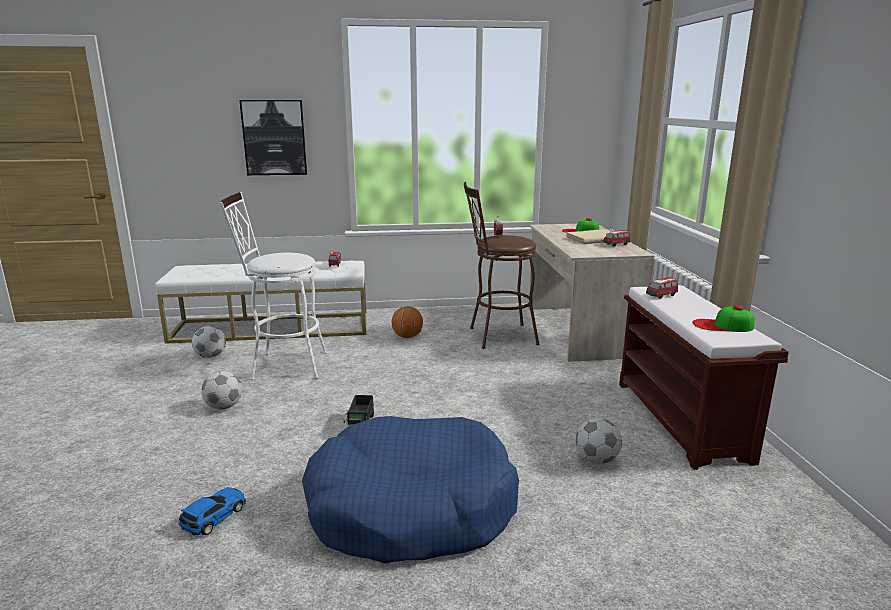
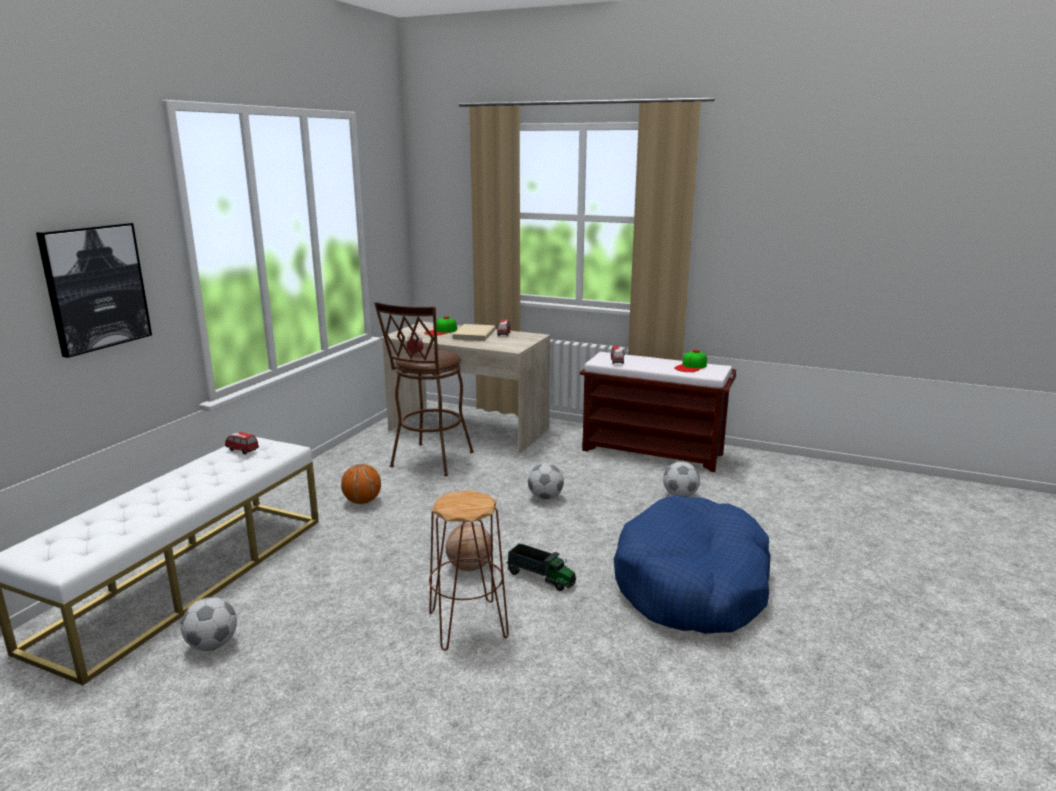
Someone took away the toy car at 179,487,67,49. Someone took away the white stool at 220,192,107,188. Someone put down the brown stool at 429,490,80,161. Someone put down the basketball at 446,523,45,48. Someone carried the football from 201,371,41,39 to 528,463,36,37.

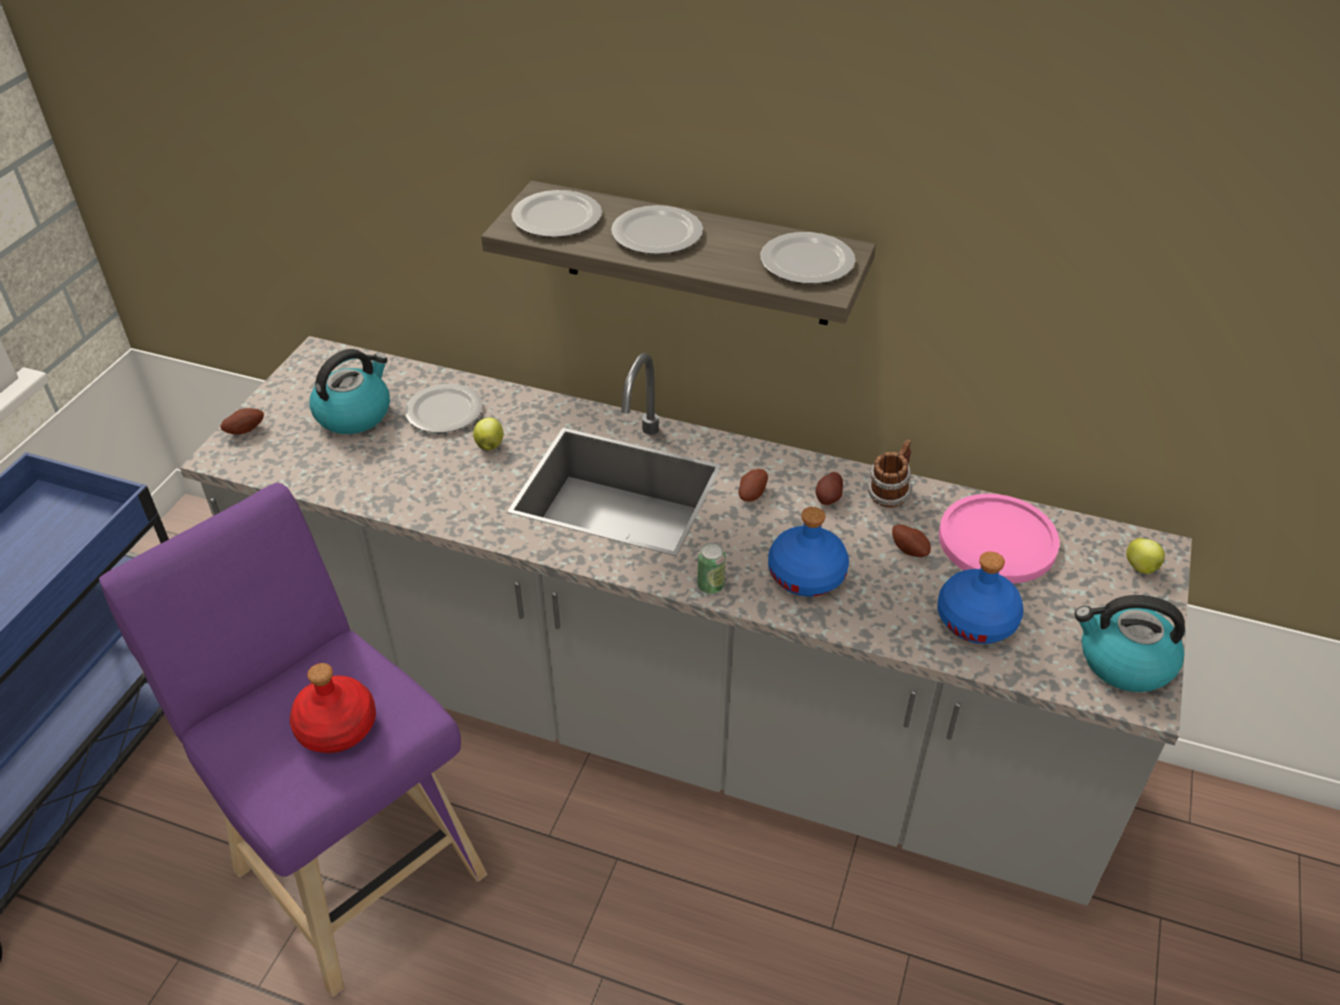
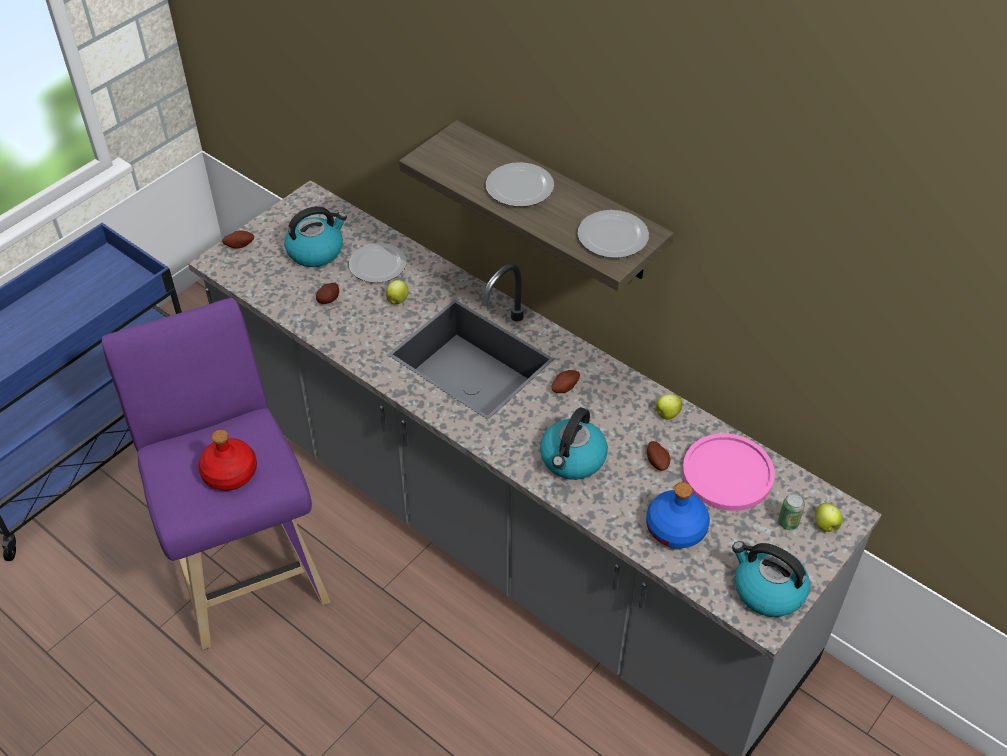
Someone took away the plate at 511,190,91,47. Someone carried the can from 697,543,29,51 to 778,493,27,37. Someone carried the potato from 816,472,27,33 to 316,282,23,22. Someone swapped the blue bottle at 768,507,81,90 for the kettle at 540,407,68,73. Someone swapped the mug at 867,439,45,68 for the apple at 655,394,27,26.

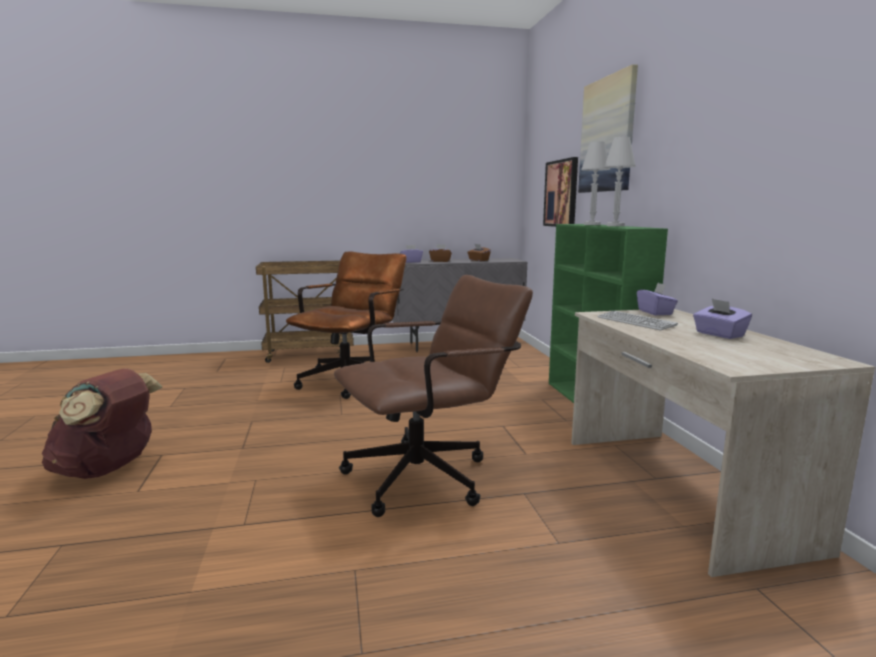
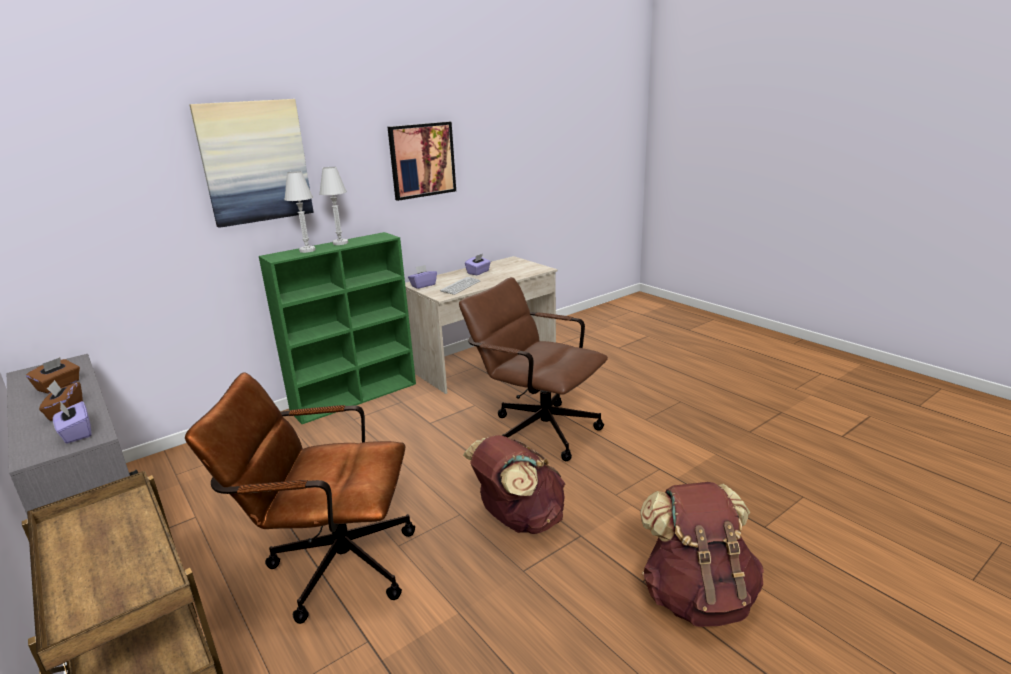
Someone put down the brown backpack at 463,435,102,99. Someone carried the picture from 543,157,35,70 to 388,122,68,79.

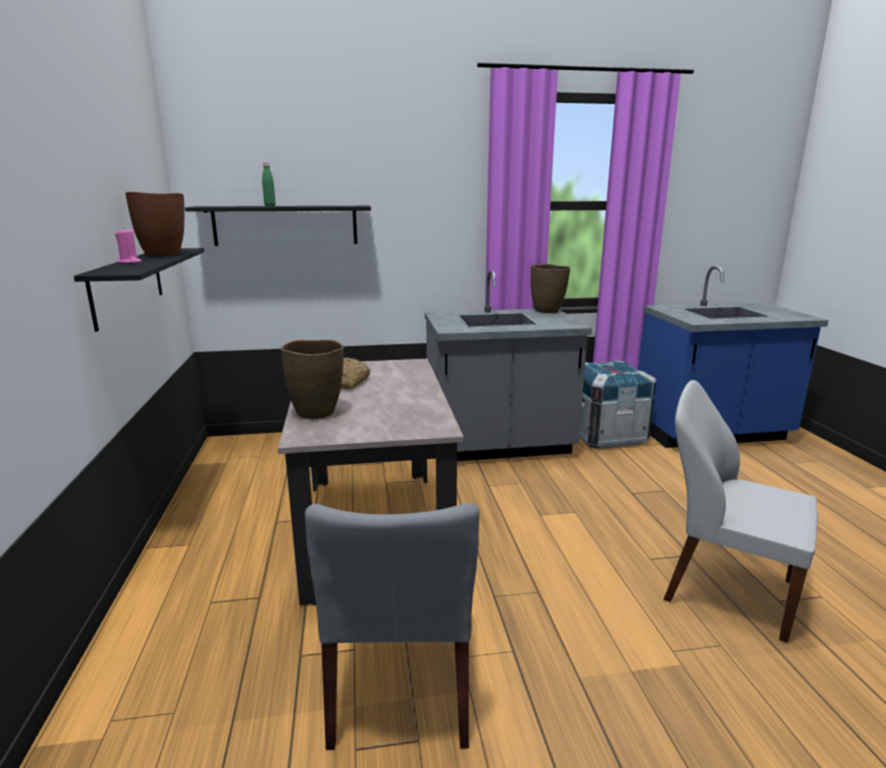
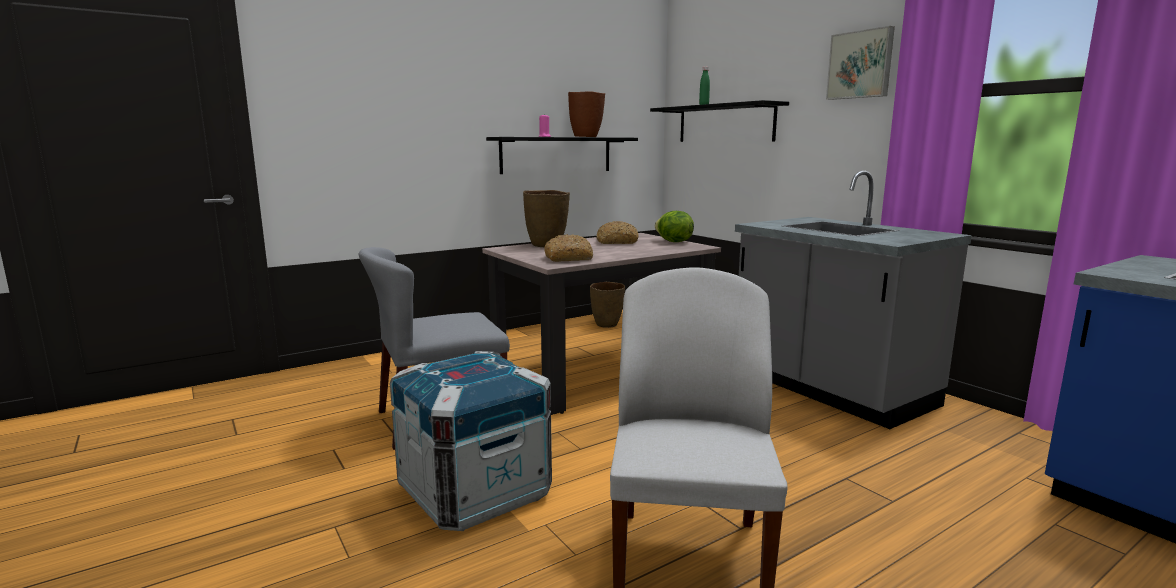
Someone put down the bread at 544,234,49,28. Someone put down the lettuce at 655,211,39,31. Someone put up the picture at 826,26,69,74. Someone carried the brown vase from 531,264,39,49 to 590,282,35,46. Someone carried the crate from 579,360,78,89 to 390,351,162,180.

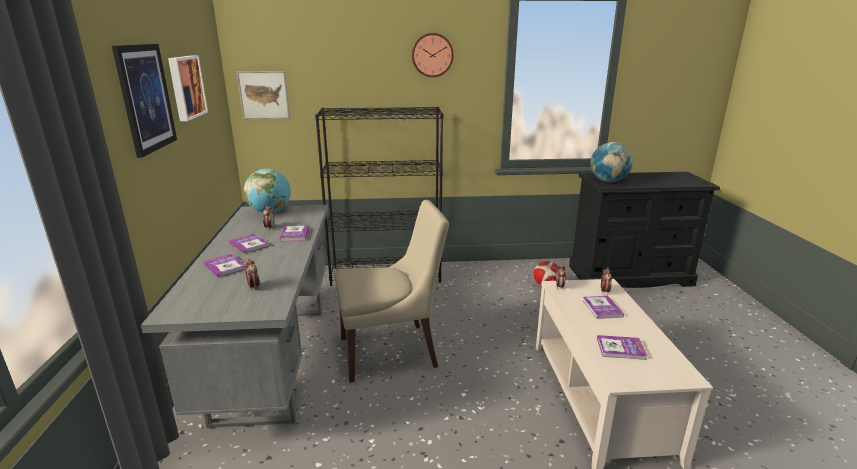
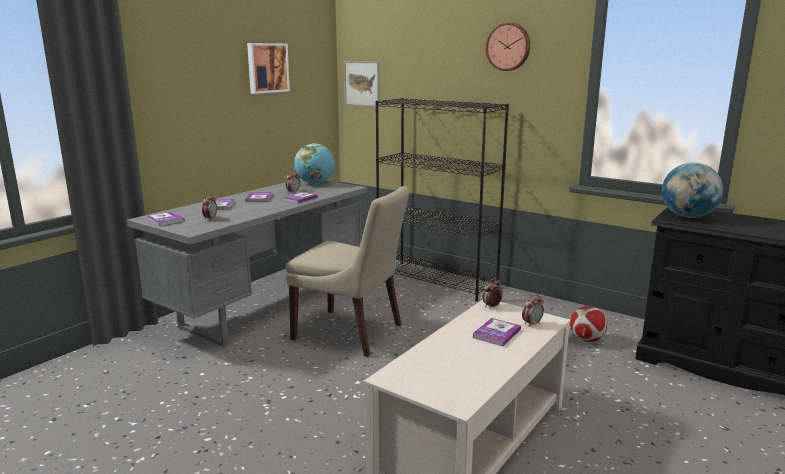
Someone took away the picture at 112,44,65,114. Someone carried the book from 597,335,51,25 to 145,212,40,14.

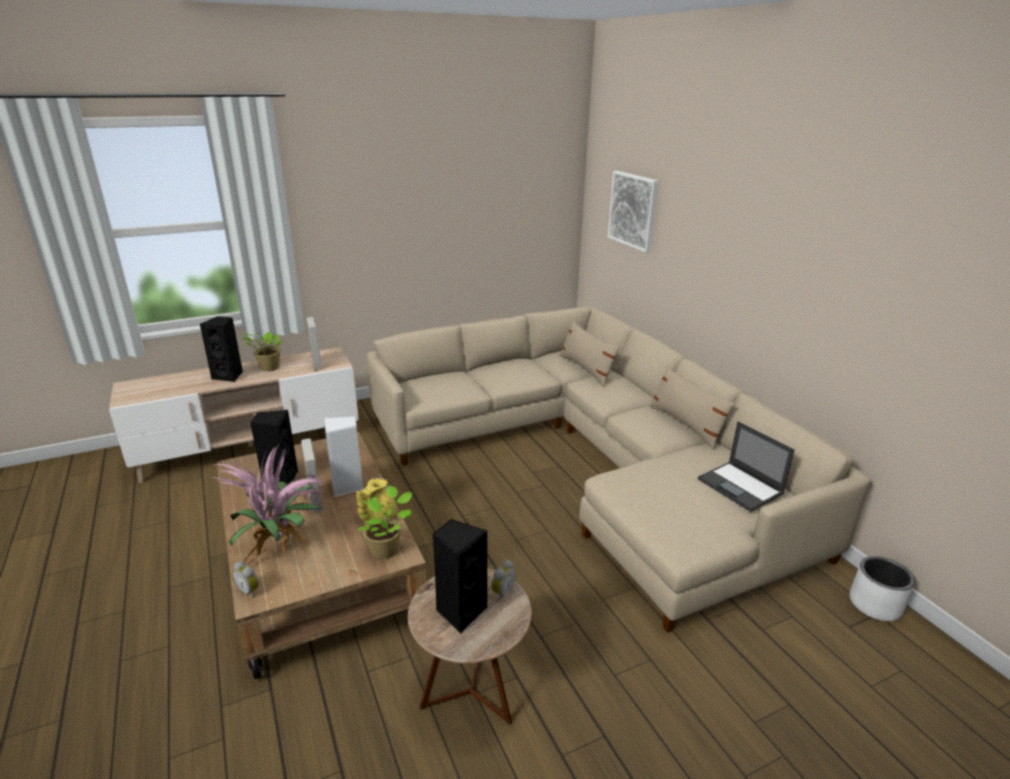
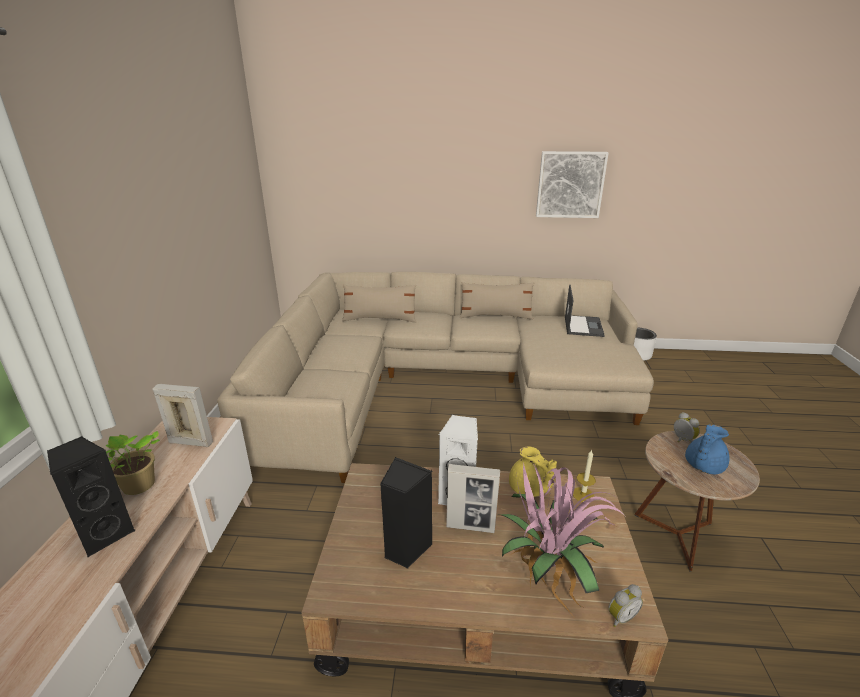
Someone carried the picture from 608,171,50,82 to 536,151,73,67. Someone swapped the potted plant at 358,486,55,73 for the candle at 573,450,23,52. Someone swapped the black speaker at 432,519,55,114 for the blue teapot at 685,424,45,50. Someone rotated the laptop at 698,421,96,91 by 75 degrees counterclockwise.

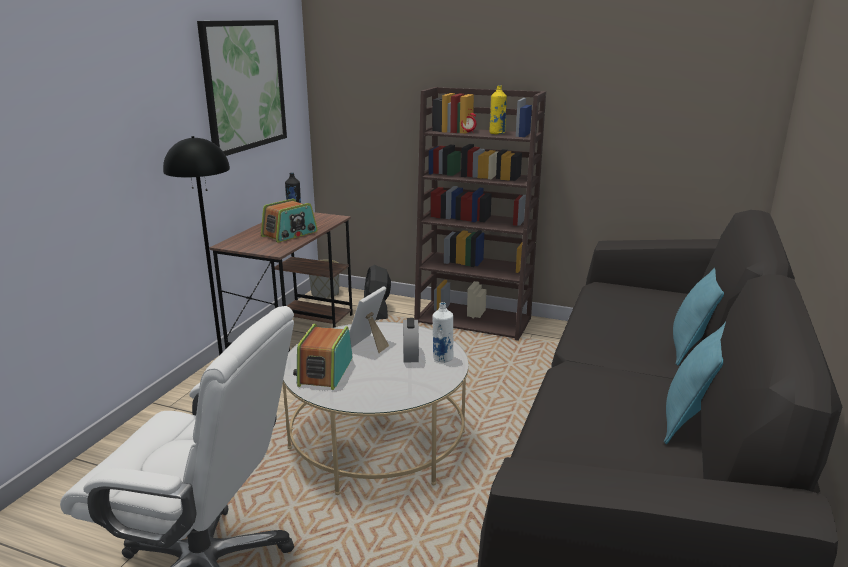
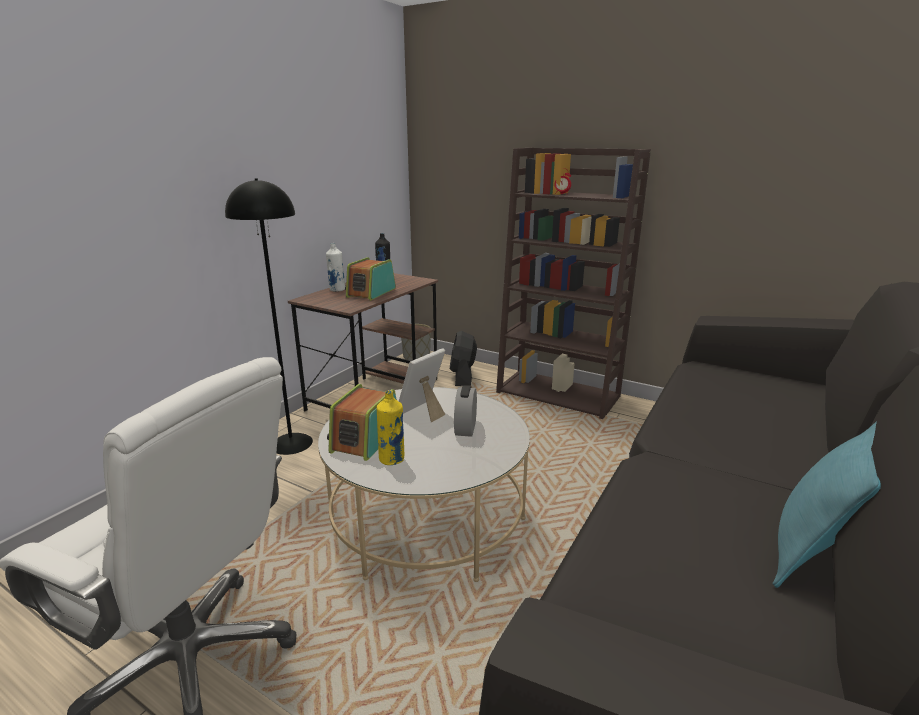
Someone took away the picture at 197,20,90,136. Someone took away the turquoise pillow at 673,268,51,97. Someone carried the white bottle from 432,302,21,61 to 326,243,19,49. Someone carried the yellow bottle from 489,85,18,49 to 377,390,27,75. Someone rotated the radio at 261,199,56,44 by 150 degrees clockwise.

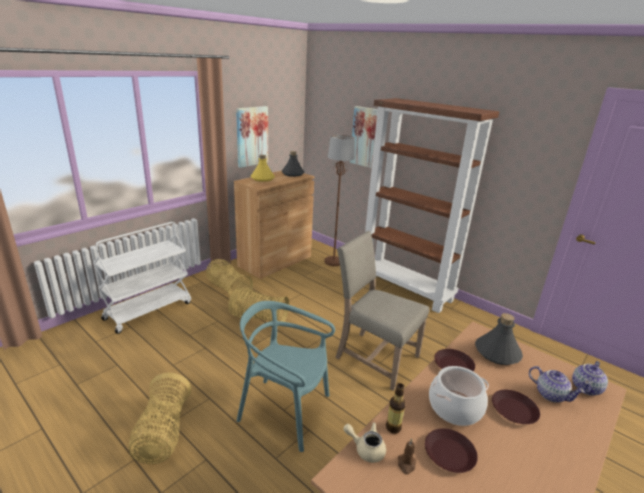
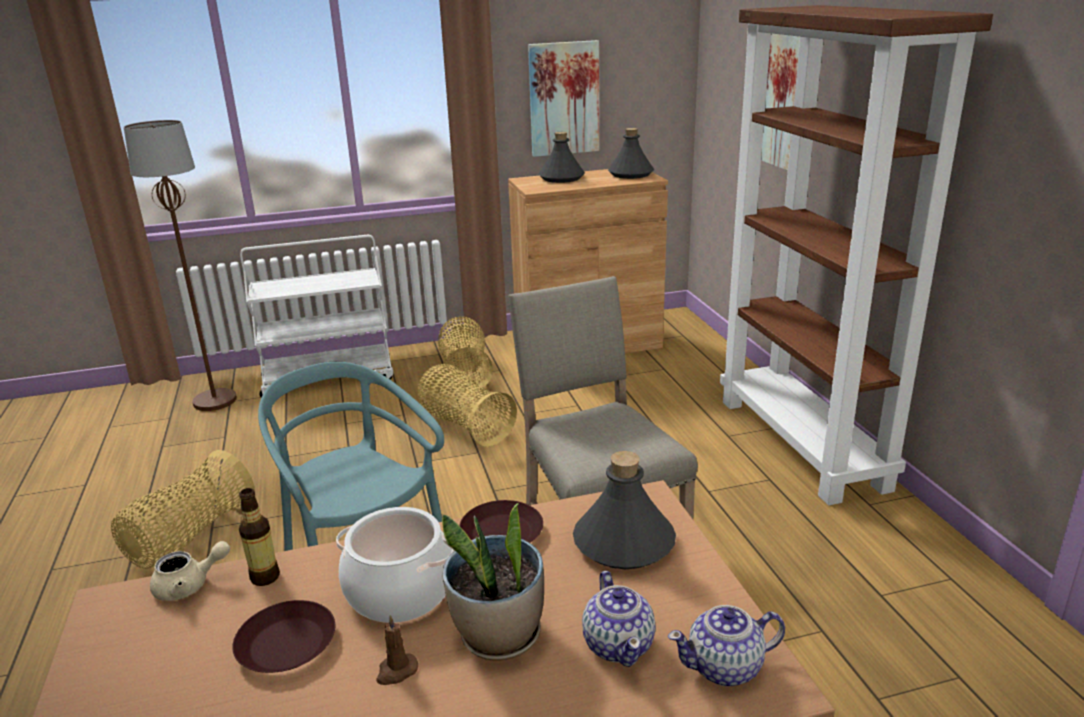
Someone carried the brown floor lamp from 324,135,31,131 to 124,120,113,291. Someone carried the brown candle from 398,438,18,36 to 376,615,42,70. Someone swapped the brown plate at 492,390,48,34 for the potted plant at 442,503,102,158. Someone repainted the yellow bottle at 251,155,24,27, which became the grey bottle at 539,132,46,51. Someone rotated the beige teapot at 343,422,43,41 by 105 degrees clockwise.

